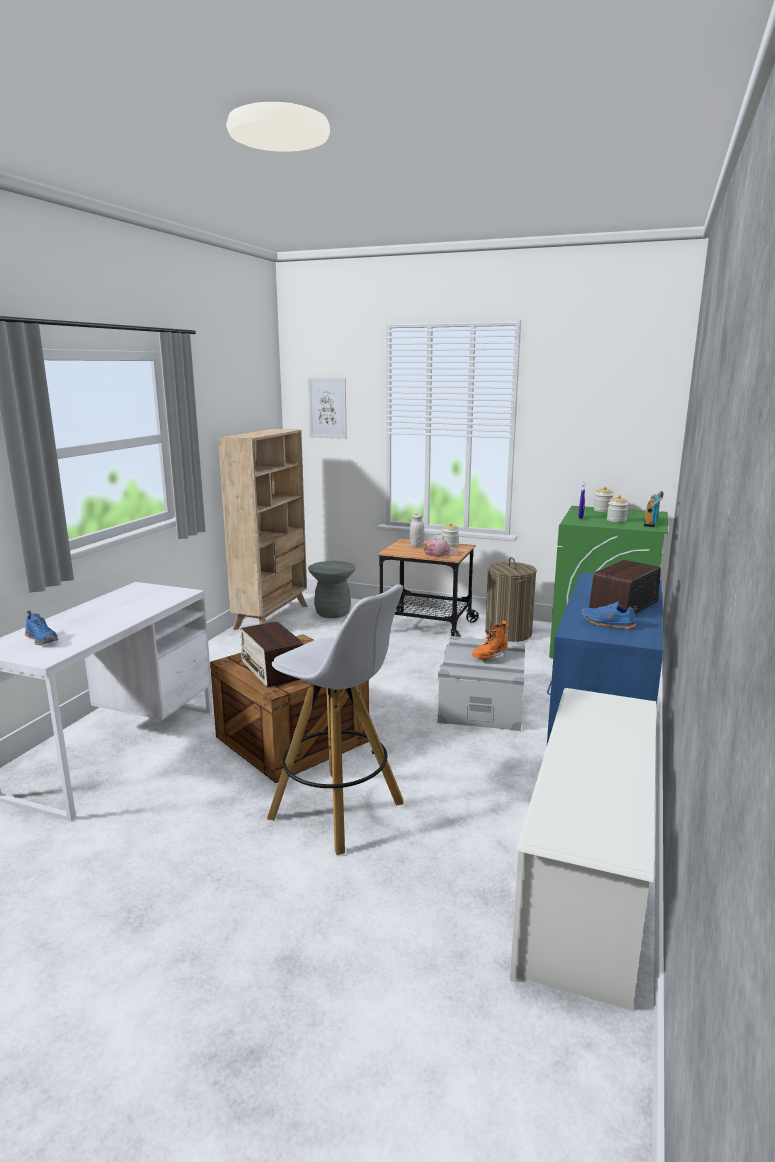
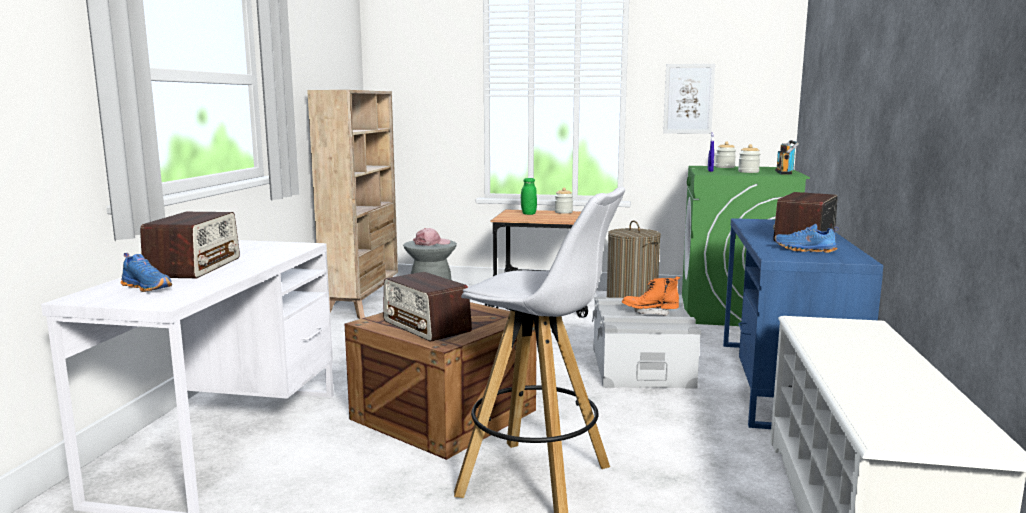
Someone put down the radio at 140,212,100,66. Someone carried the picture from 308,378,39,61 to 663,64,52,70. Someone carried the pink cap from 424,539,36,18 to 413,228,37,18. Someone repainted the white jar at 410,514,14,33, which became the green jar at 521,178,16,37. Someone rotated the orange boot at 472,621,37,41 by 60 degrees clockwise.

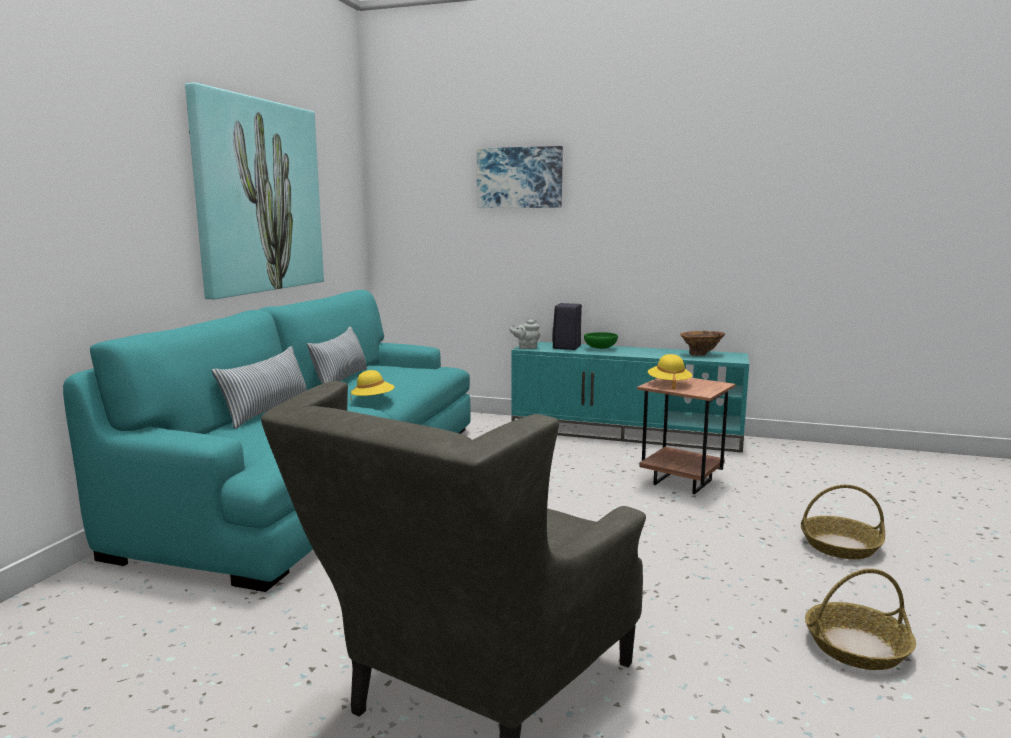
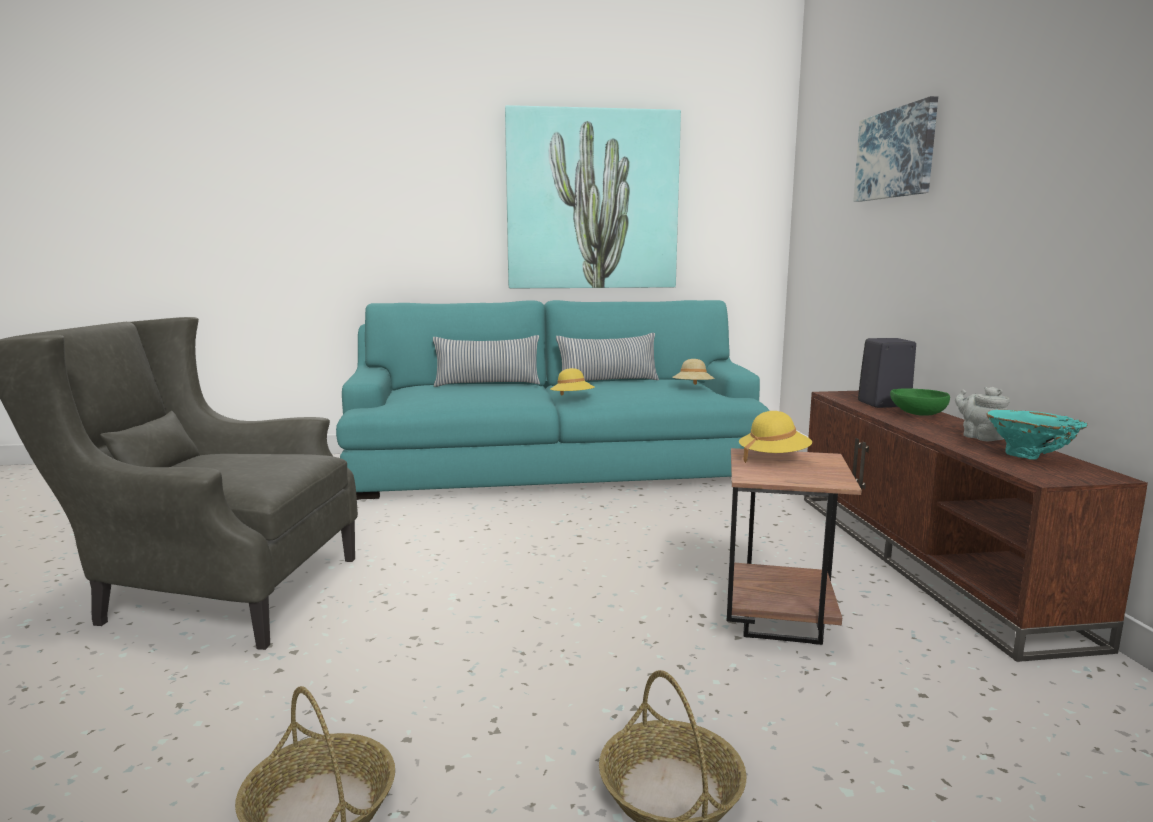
Someone put down the beige hat at 673,359,42,26. Someone carried the grey teapot from 509,319,31,30 to 955,387,55,54. Someone repainted the turquoise tv stand at 511,342,238,111, which became the brown tv stand at 804,391,344,271. Someone repainted the brown vase at 680,331,45,25, which became the turquoise vase at 986,410,102,50.

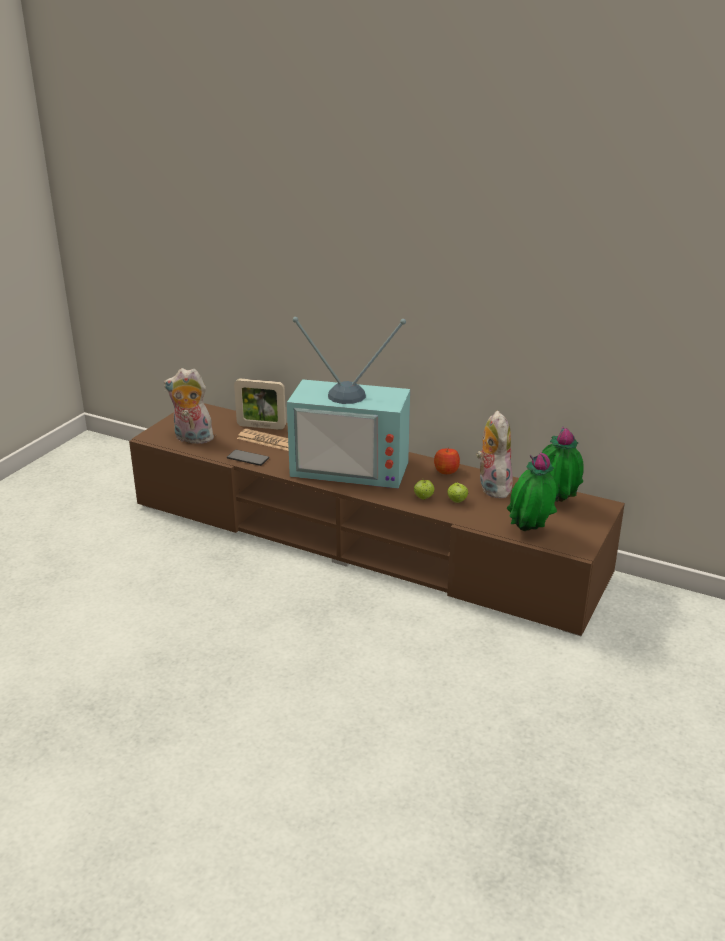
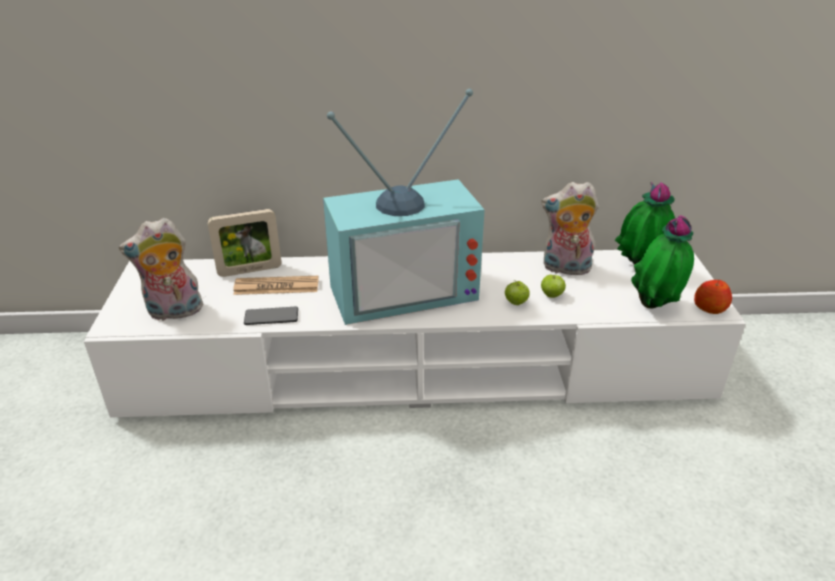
Someone carried the apple from 434,449,26,25 to 694,280,38,34. Someone repainted the brown tv stand at 129,403,496,233, which became the white tv stand at 84,250,662,168. Someone rotated the plush toy at 476,411,37,87 by 45 degrees counterclockwise.

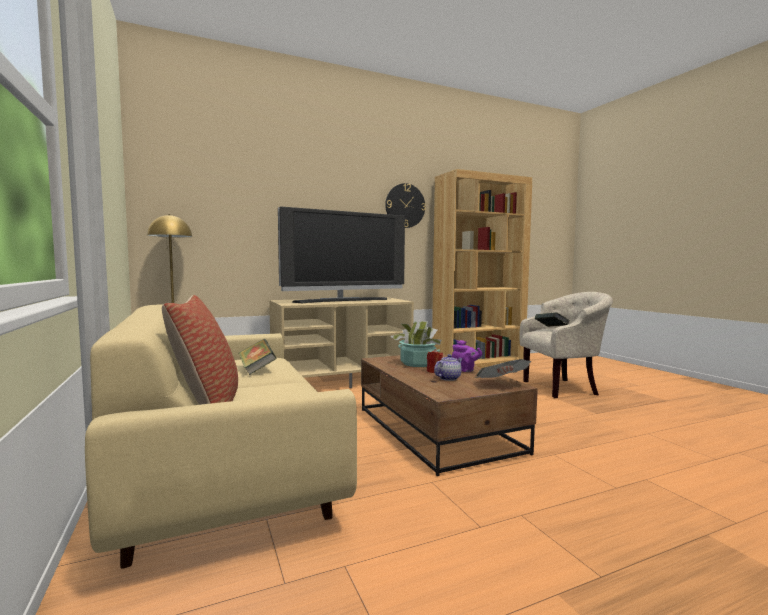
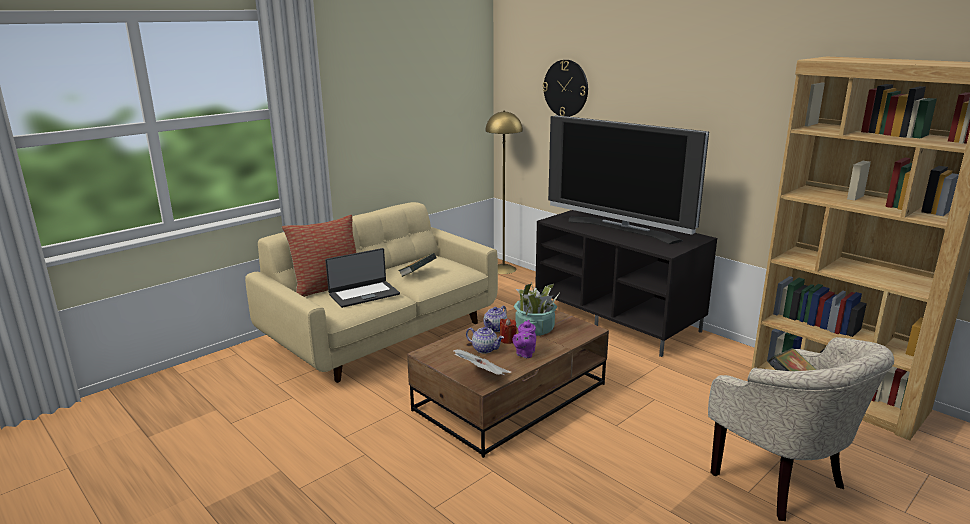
Someone put down the laptop at 325,248,75,60. Someone put down the teapot at 483,306,24,26. Someone carried the wall clock from 385,183,41,45 to 543,60,45,57. Someone repainted the beige tv stand at 269,297,145,91, which became the black tv stand at 535,210,182,147.

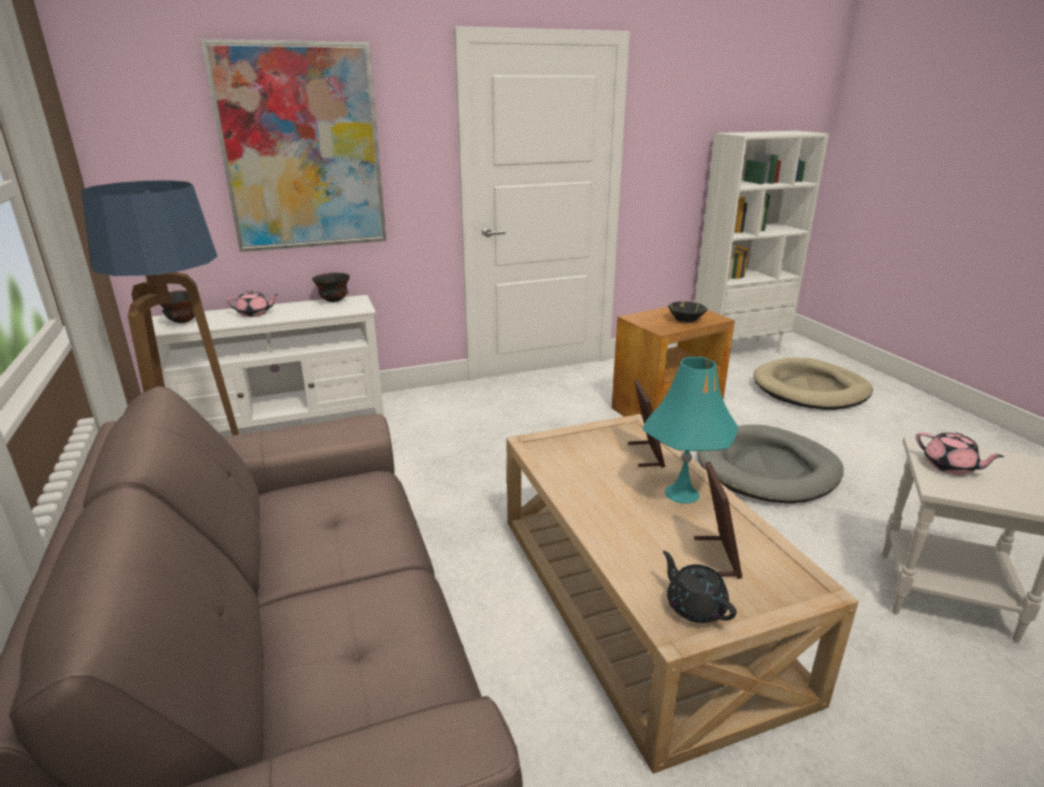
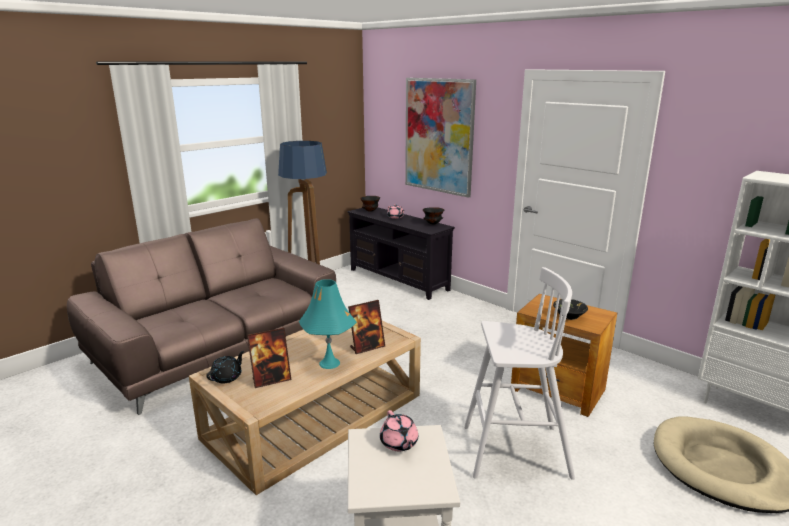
Someone swapped the grey dog bed at 697,425,147,78 for the white stool at 464,267,111,213. Someone repainted the white tv stand at 152,295,232,137, which became the black tv stand at 347,207,108,93. Someone rotated the pink teapot at 916,432,88,43 by 45 degrees counterclockwise.

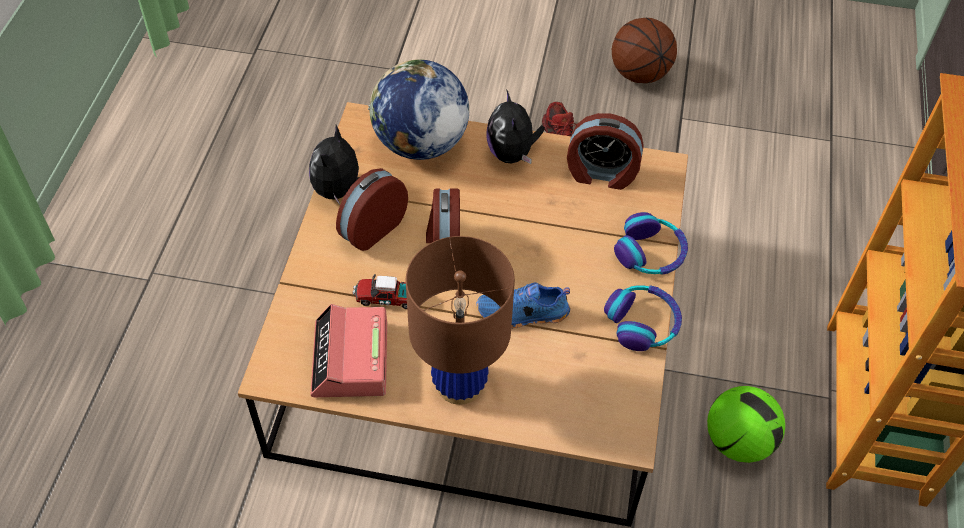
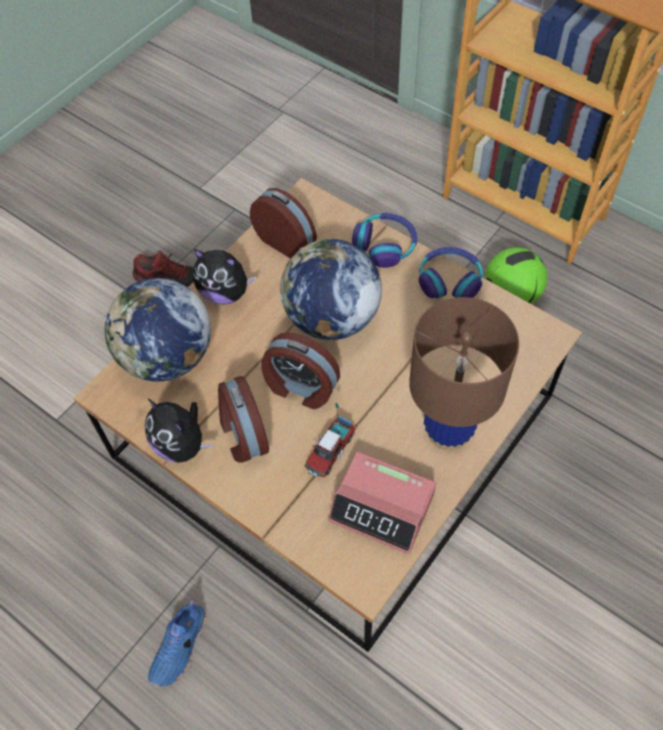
Someone took away the basketball at 612,18,65,65. Someone put down the globe at 280,239,102,101. Someone carried the blue shoe from 476,282,94,47 to 148,599,58,88. Someone rotated the alarm clock at 567,113,77,77 by 90 degrees counterclockwise.

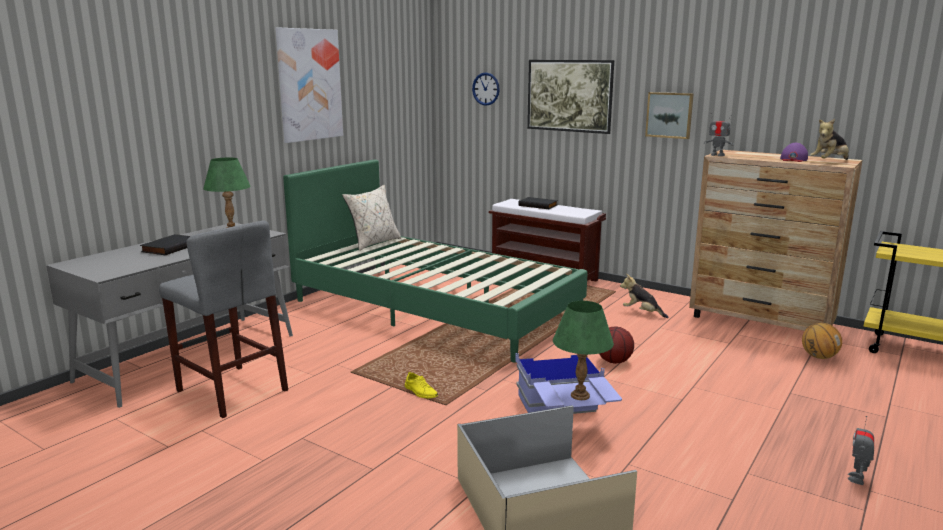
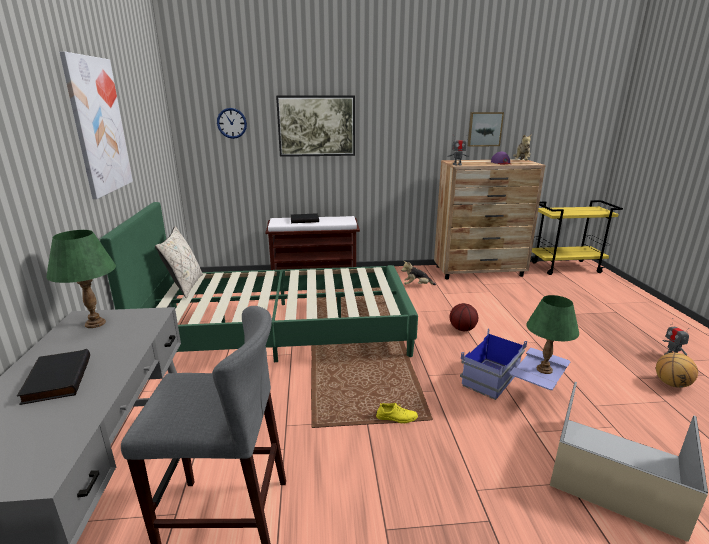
Someone carried the picture from 645,92,49,47 to 468,112,36,35. Someone carried the basketball from 802,323,40,36 to 656,353,42,35.

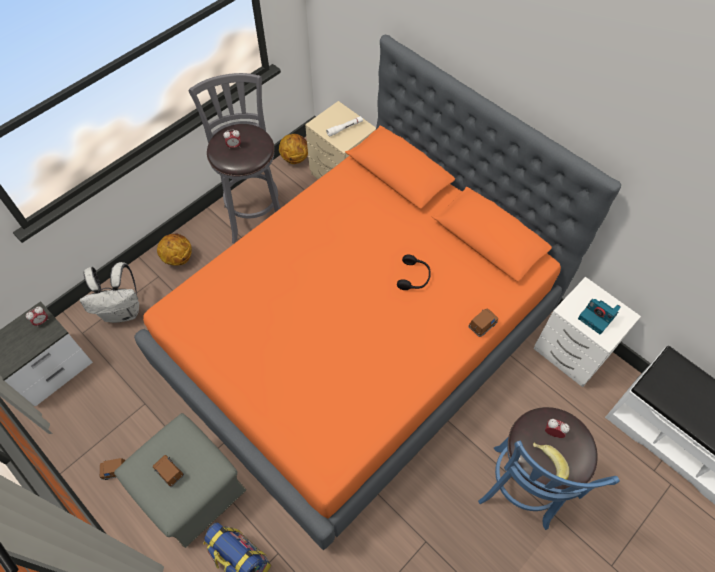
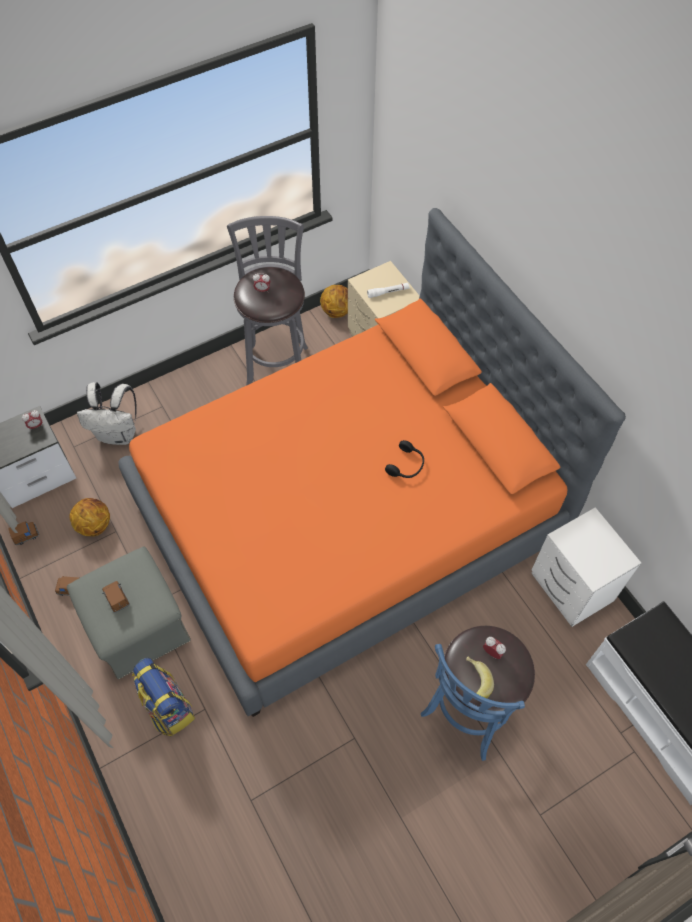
Someone took away the photo camera at 578,299,43,35. Someone carried the basketball from 157,233,35,33 to 69,498,41,38. Someone carried the brown toy car from 468,309,30,28 to 8,522,31,23.

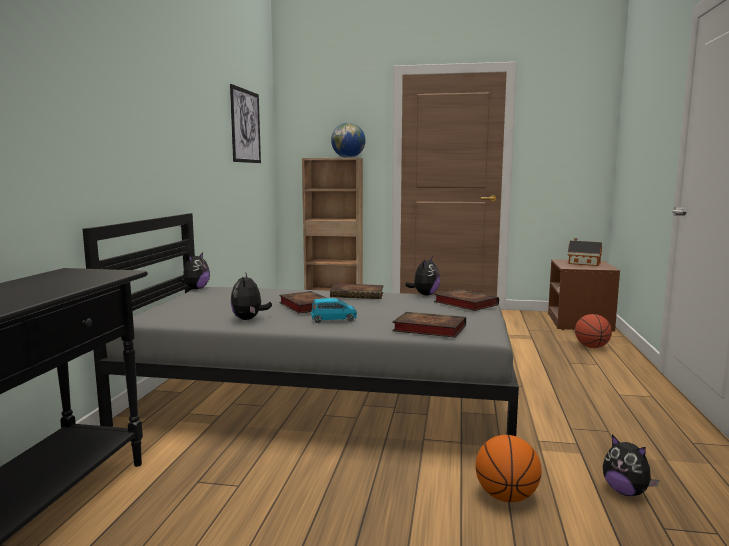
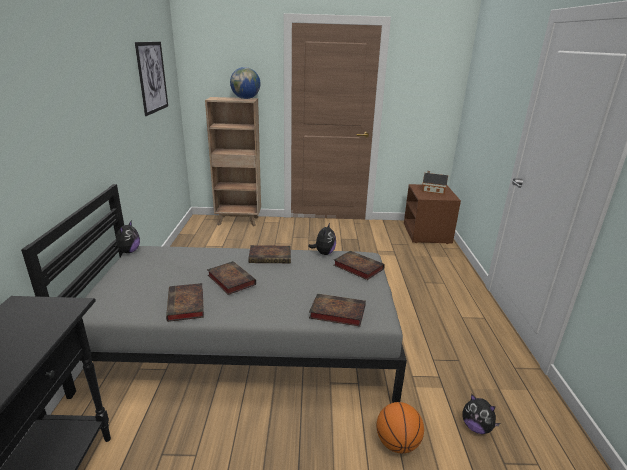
Someone took away the blue toy car at 311,298,46,25. Someone took away the basketball at 575,314,37,34. Someone swapped the plush toy at 231,272,41,48 for the book at 166,283,38,39.

